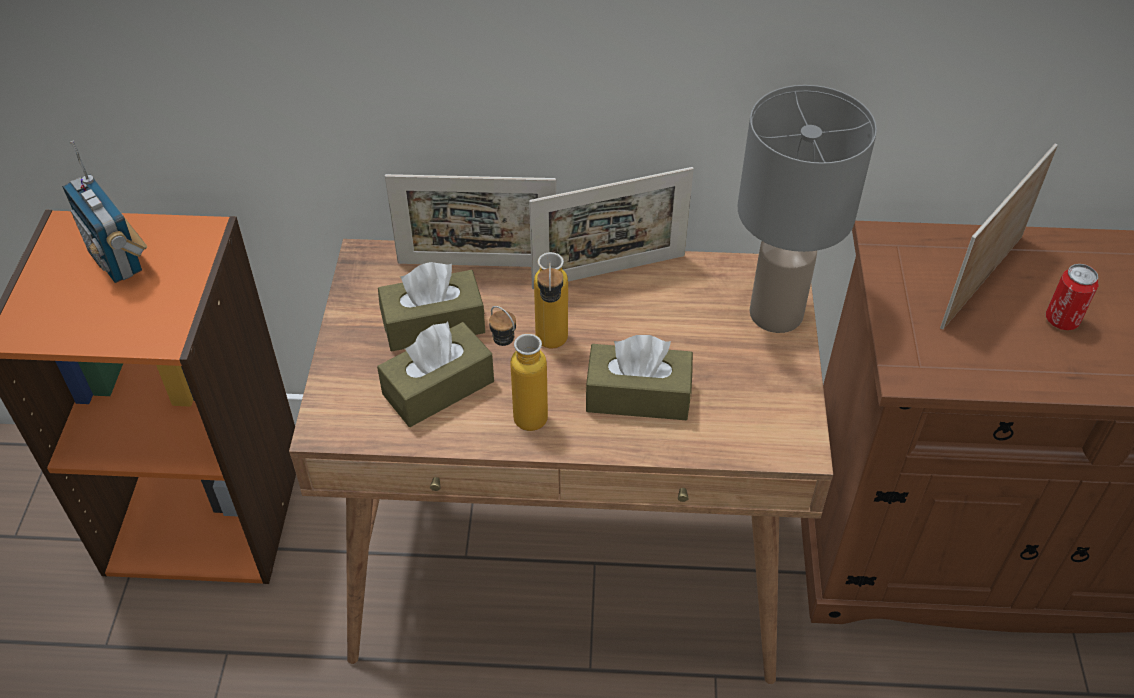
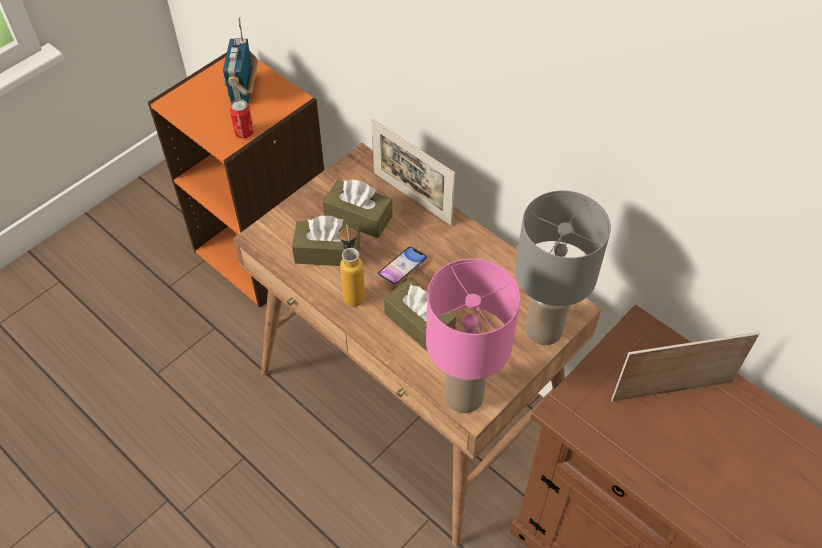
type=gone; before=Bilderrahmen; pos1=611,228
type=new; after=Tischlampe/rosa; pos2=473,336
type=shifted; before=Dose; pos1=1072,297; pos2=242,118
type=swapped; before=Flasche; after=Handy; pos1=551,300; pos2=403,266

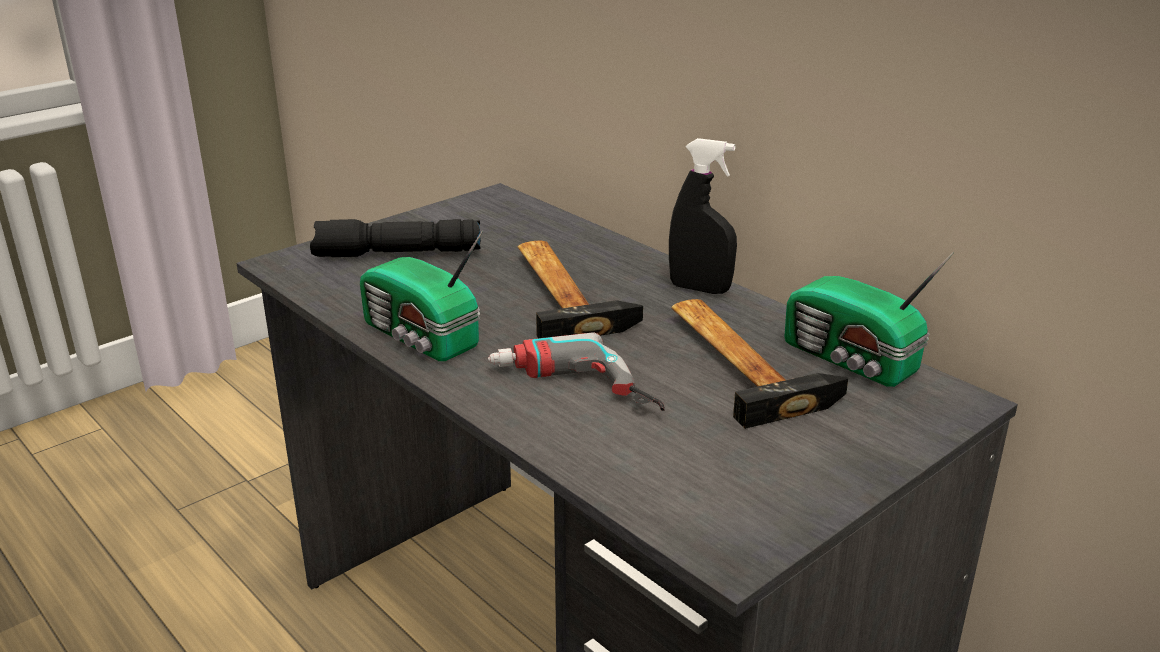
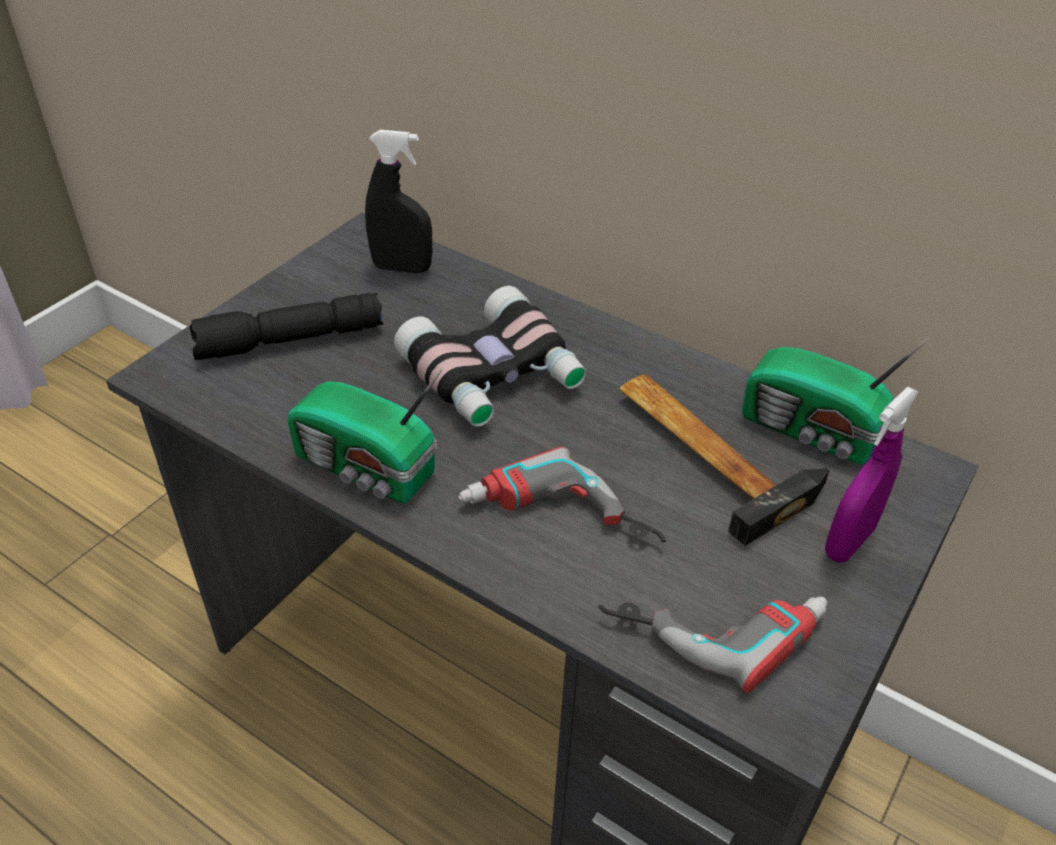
type=new; after=Bohrmaschine; pos2=712,644
type=new; after=Sprühflasche/lila; pos2=872,475
type=shifted; before=Sprühflasche/schwarz; pos1=703,216; pos2=398,201
type=swapped; before=Hammer; after=Fernglas; pos1=580,289; pos2=490,356

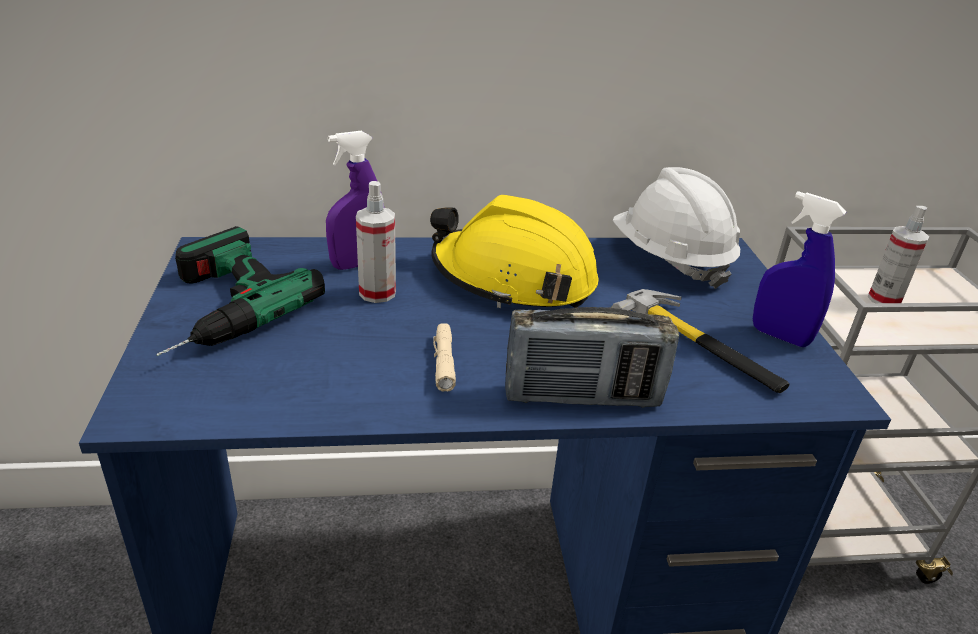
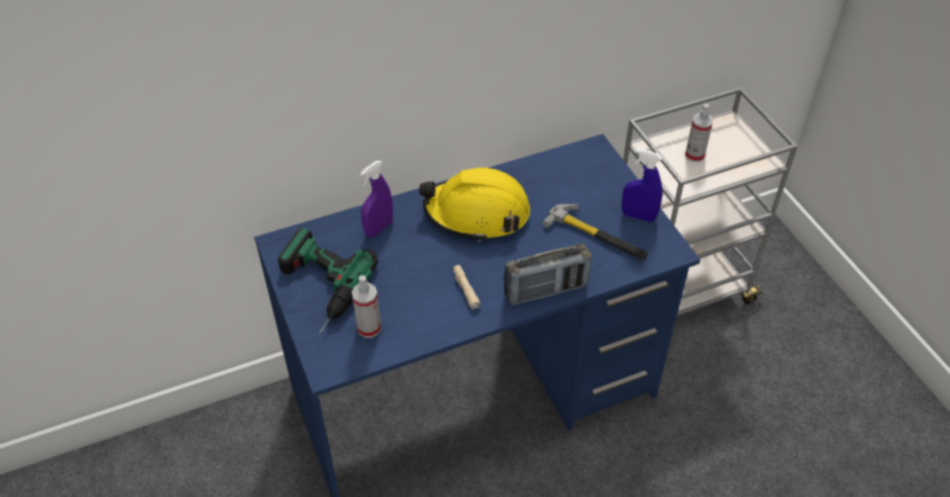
type=gone; before=Schutzhelm/weiß; pos1=676,228
type=shifted; before=Sprühflasche; pos1=376,242; pos2=366,306

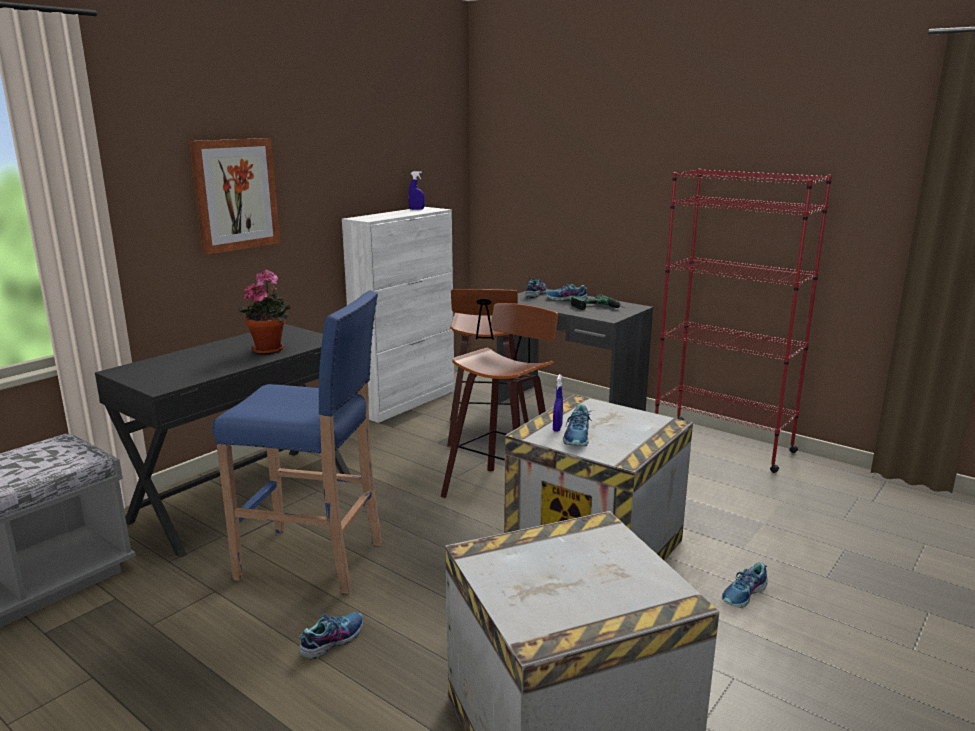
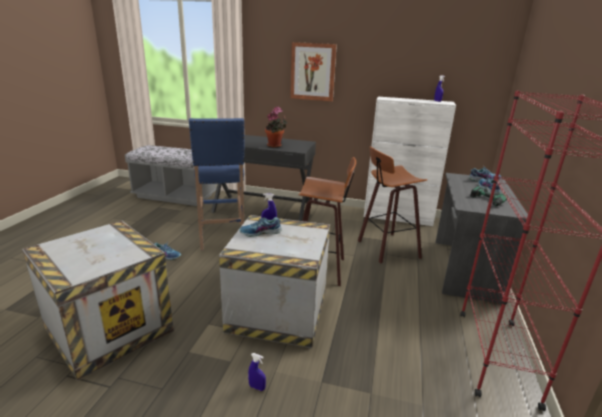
type=swapped; before=Schuh; after=Sprühflasche/blau; pos1=745,585; pos2=257,372

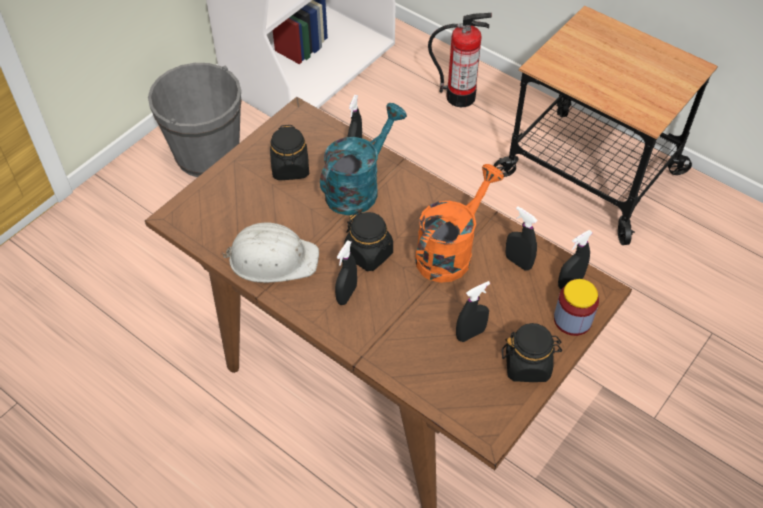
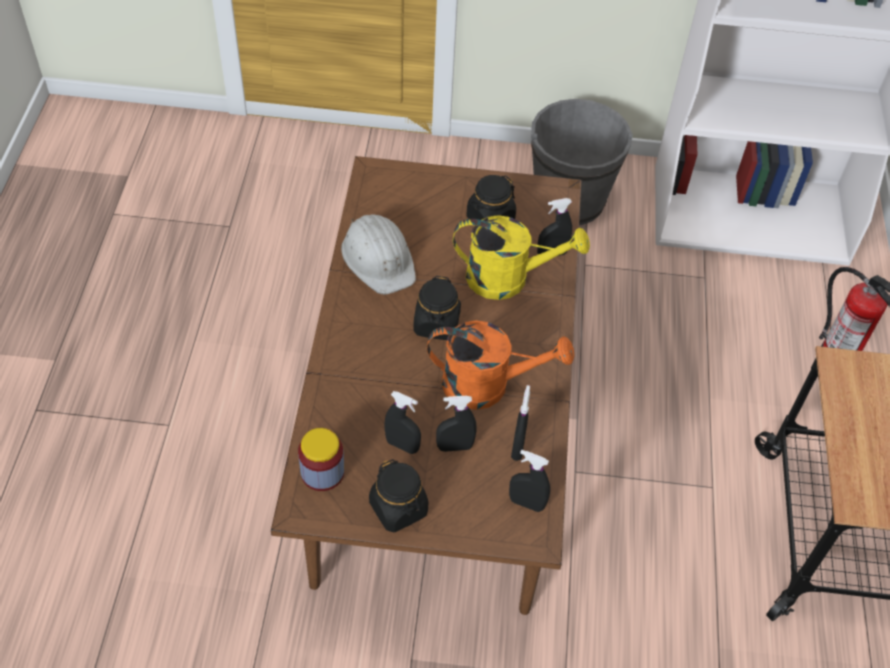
type=shifted; before=Sprühflasche/schwarz; pos1=346,273; pos2=456,424
type=shifted; before=Vorratsglas; pos1=576,307; pos2=321,459
type=repainted; before=Gießkanne/türkis; after=Gießkanne/gelb; pos1=363,159; pos2=521,257

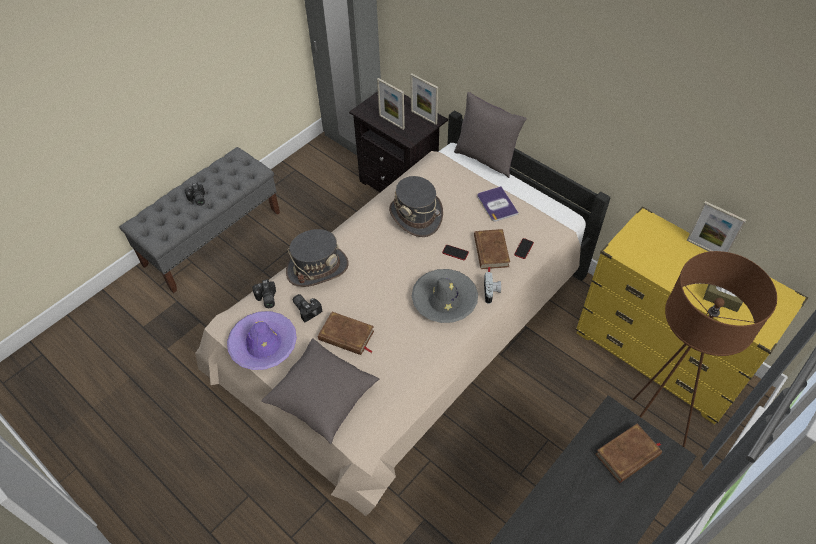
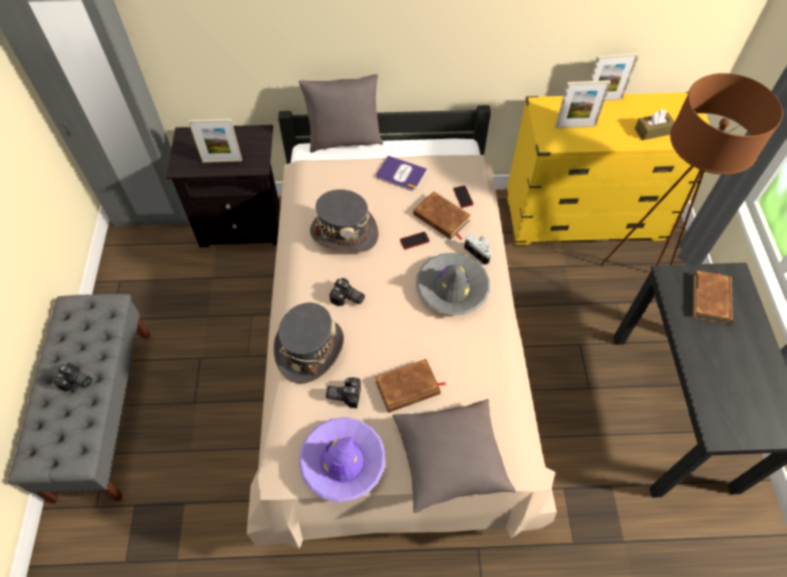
type=shifted; before=Kamera; pos1=264,293; pos2=347,292
type=shifted; before=Bilderrahmen; pos1=424,99; pos2=583,104

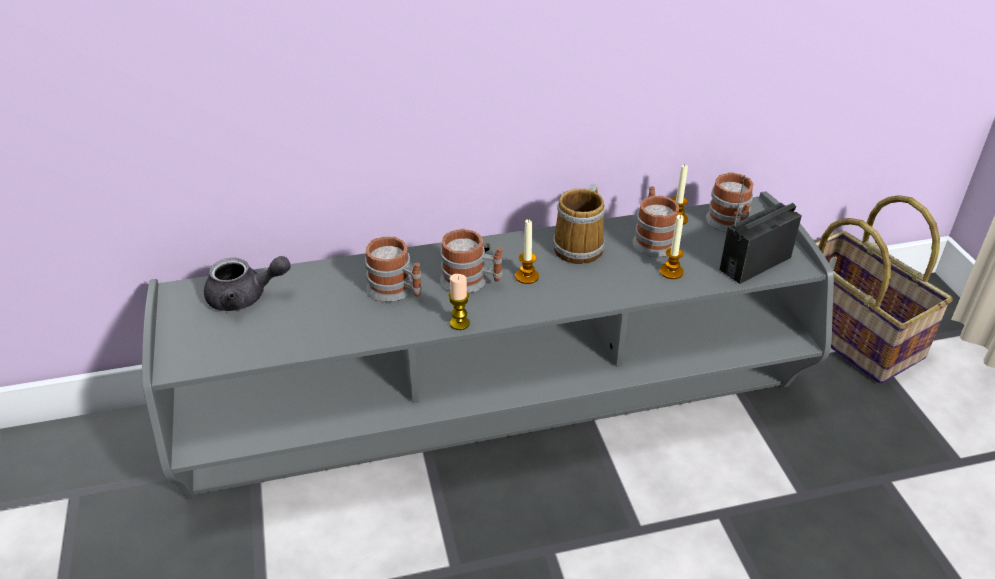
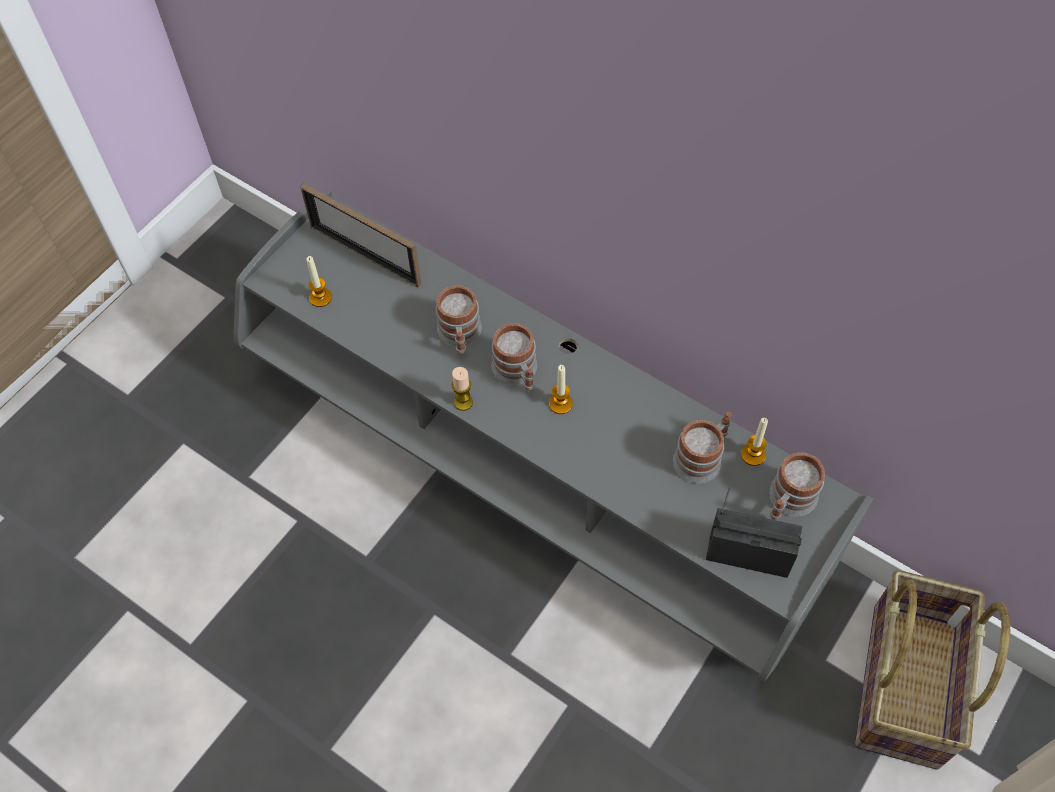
type=gone; before=Henkelbecher; pos1=579,224
type=shifted; before=Kerze; pos1=672,247; pos2=319,281
type=swapped; before=Teekanne/grau; after=Bilderrahmen; pos1=247,283; pos2=360,235

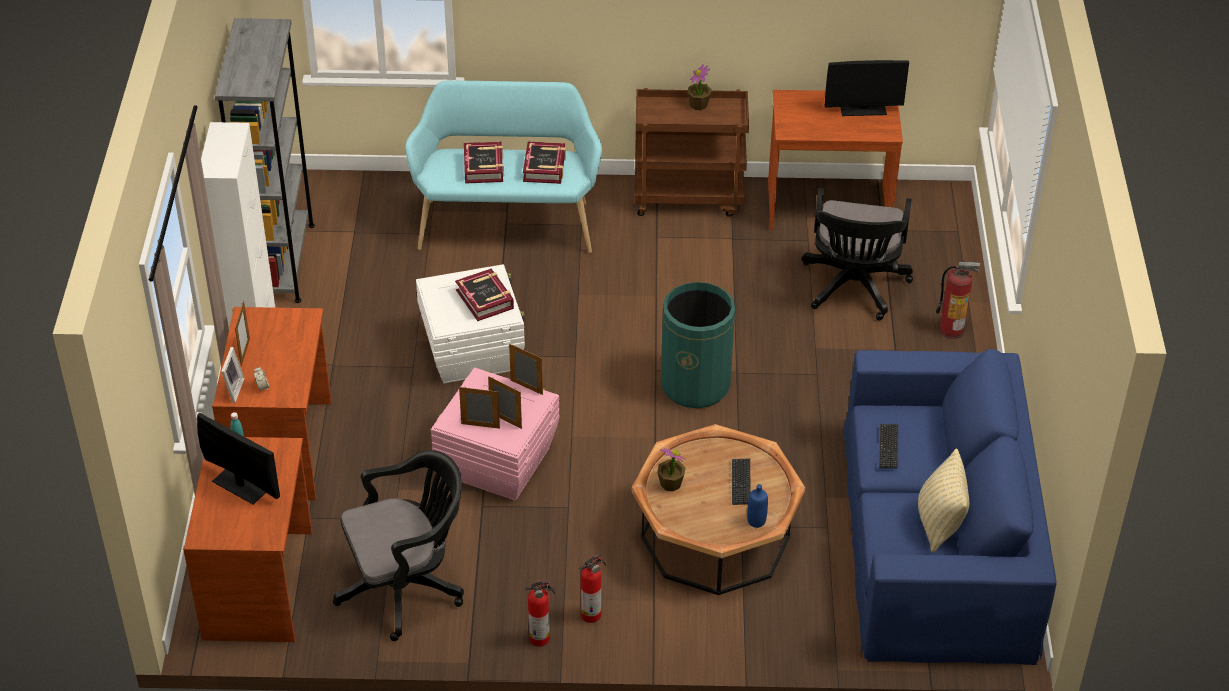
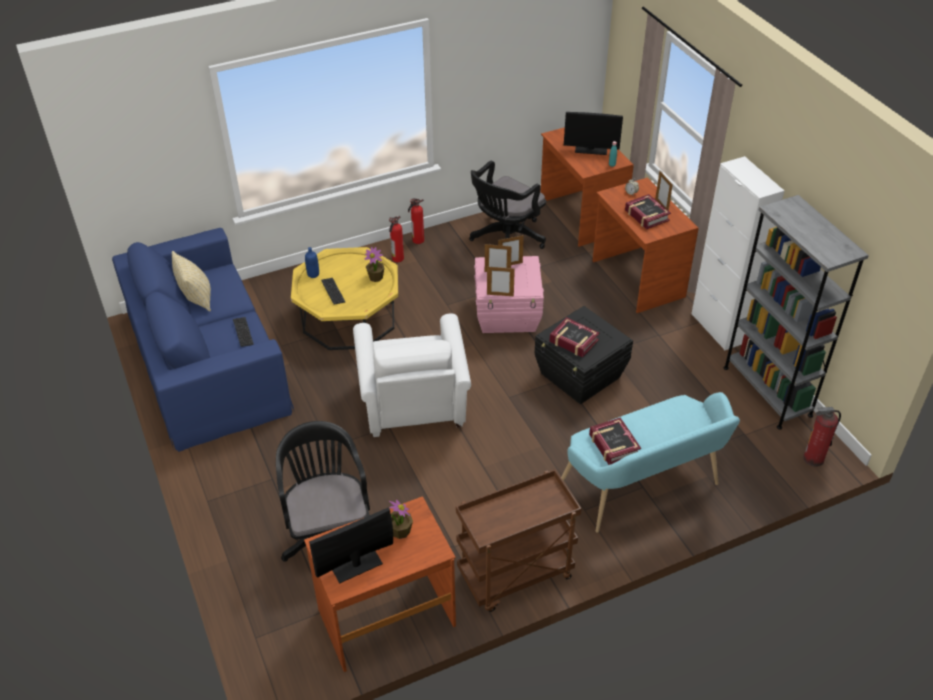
type=gone; before=Bilderrahmen; pos1=232,375
type=shifted; before=Buch; pos1=484,163; pos2=648,211
type=shifted; before=Topfpflanze; pos1=699,87; pos2=401,519
type=shifted; before=Feuerlöscher; pos1=958,300; pos2=822,437
type=swapped; before=Mülleimer/grün; after=Sessel/weiß; pos1=698,345; pos2=412,375
type=repainted; before=Aufbewahrungsbox/weiß; after=Aufbewahrungsbox/schwarz; pos1=470,324; pos2=583,355
type=repainted; before=Couchtisch/braun; after=Couchtisch/gelb; pos1=718,509; pos2=344,298

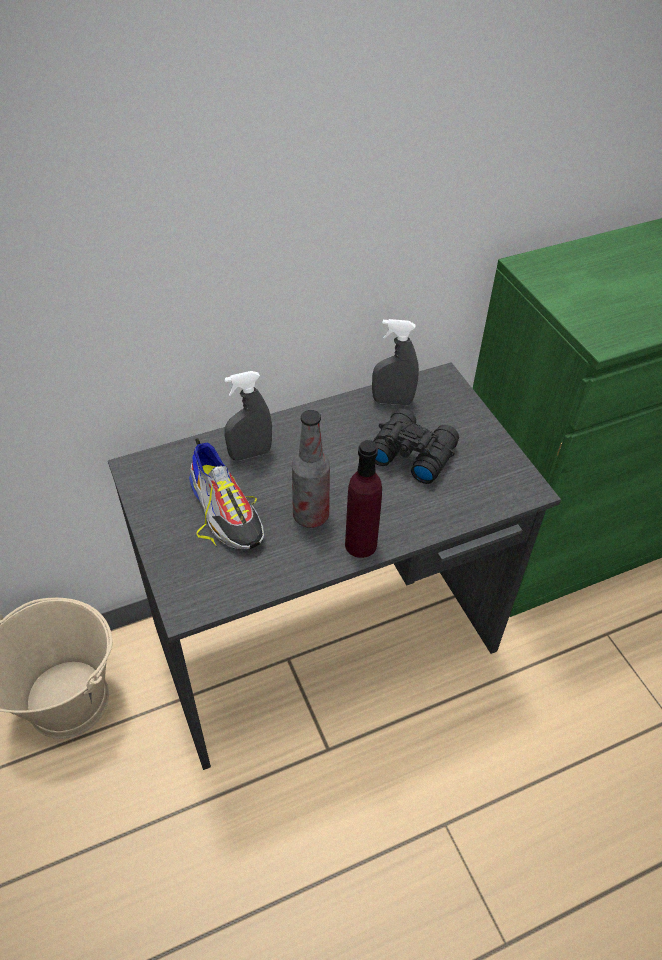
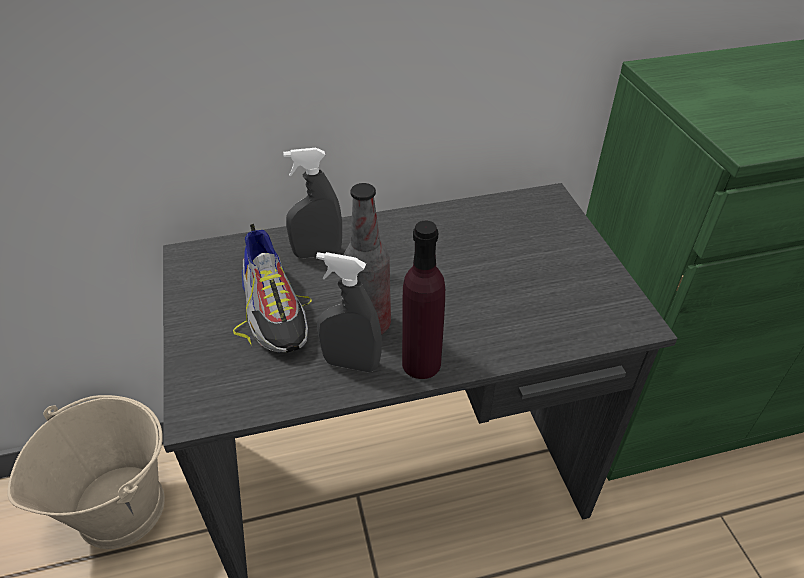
type=gone; before=Fernglas/schwarz; pos1=416,446
type=shifted; before=Sprühflasche/grau; pos1=395,362; pos2=349,312

